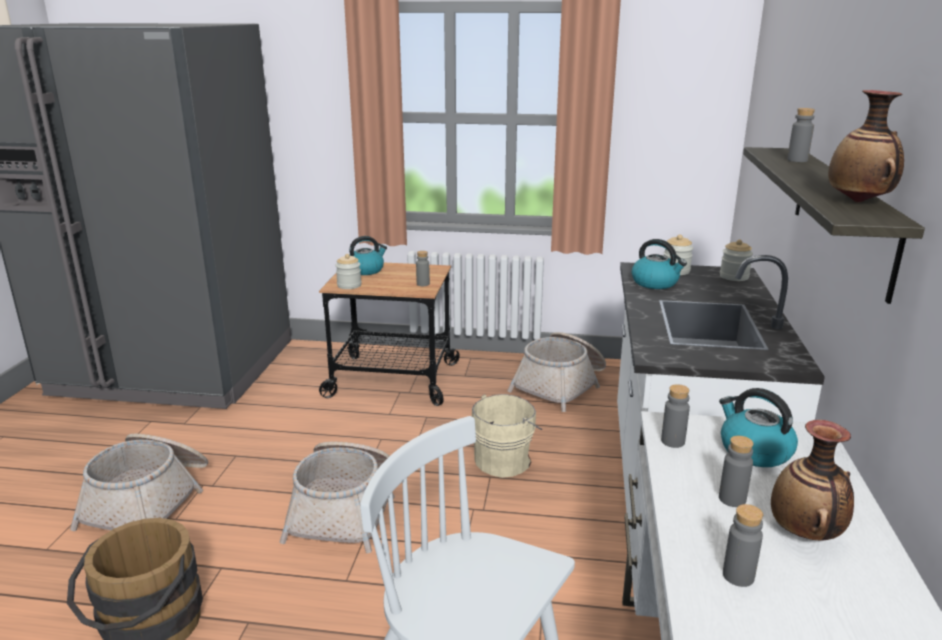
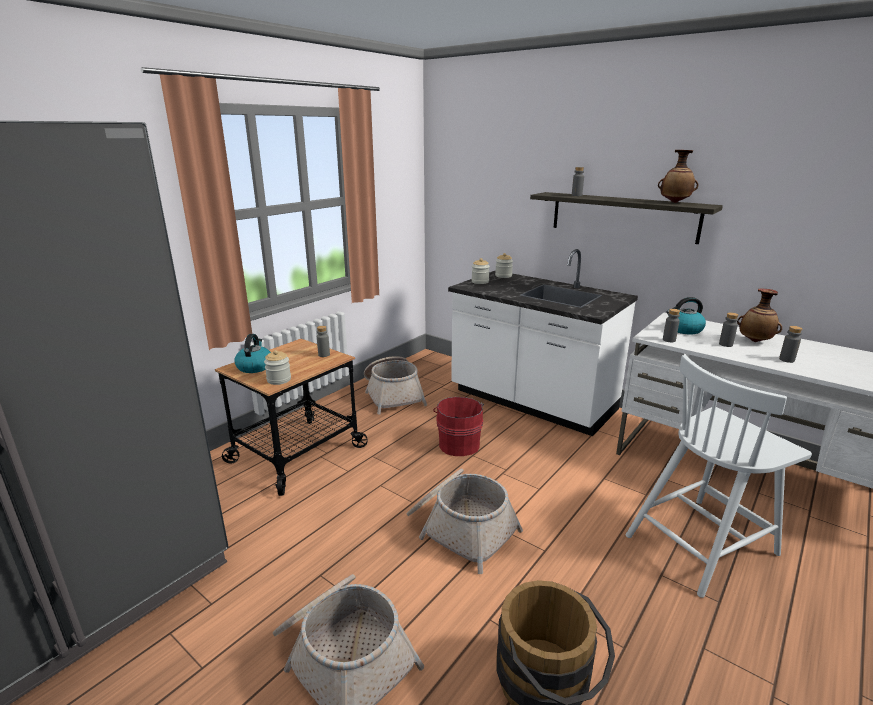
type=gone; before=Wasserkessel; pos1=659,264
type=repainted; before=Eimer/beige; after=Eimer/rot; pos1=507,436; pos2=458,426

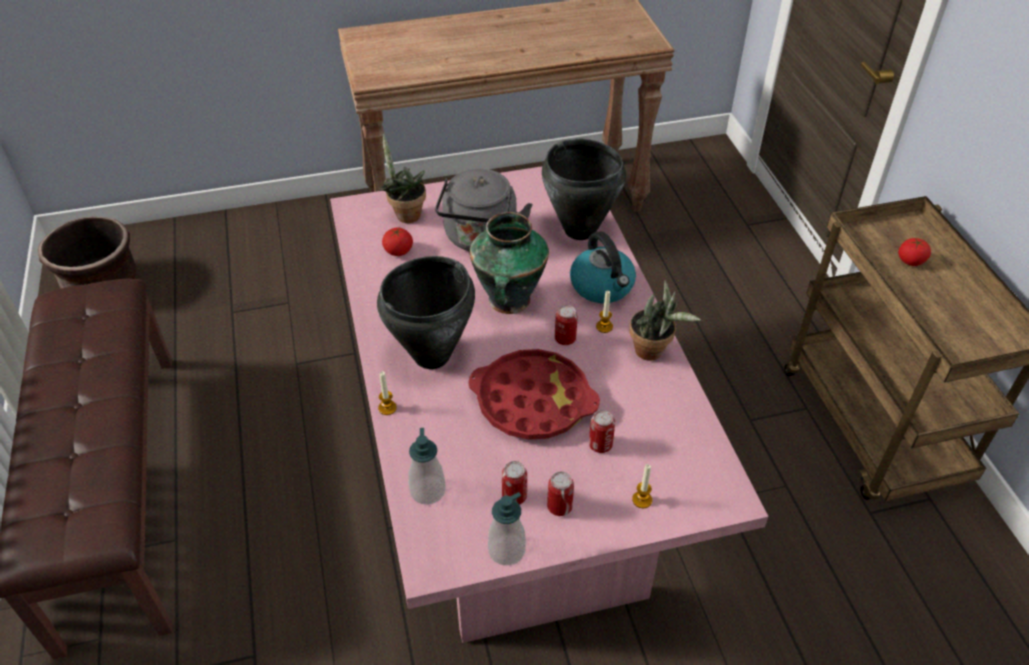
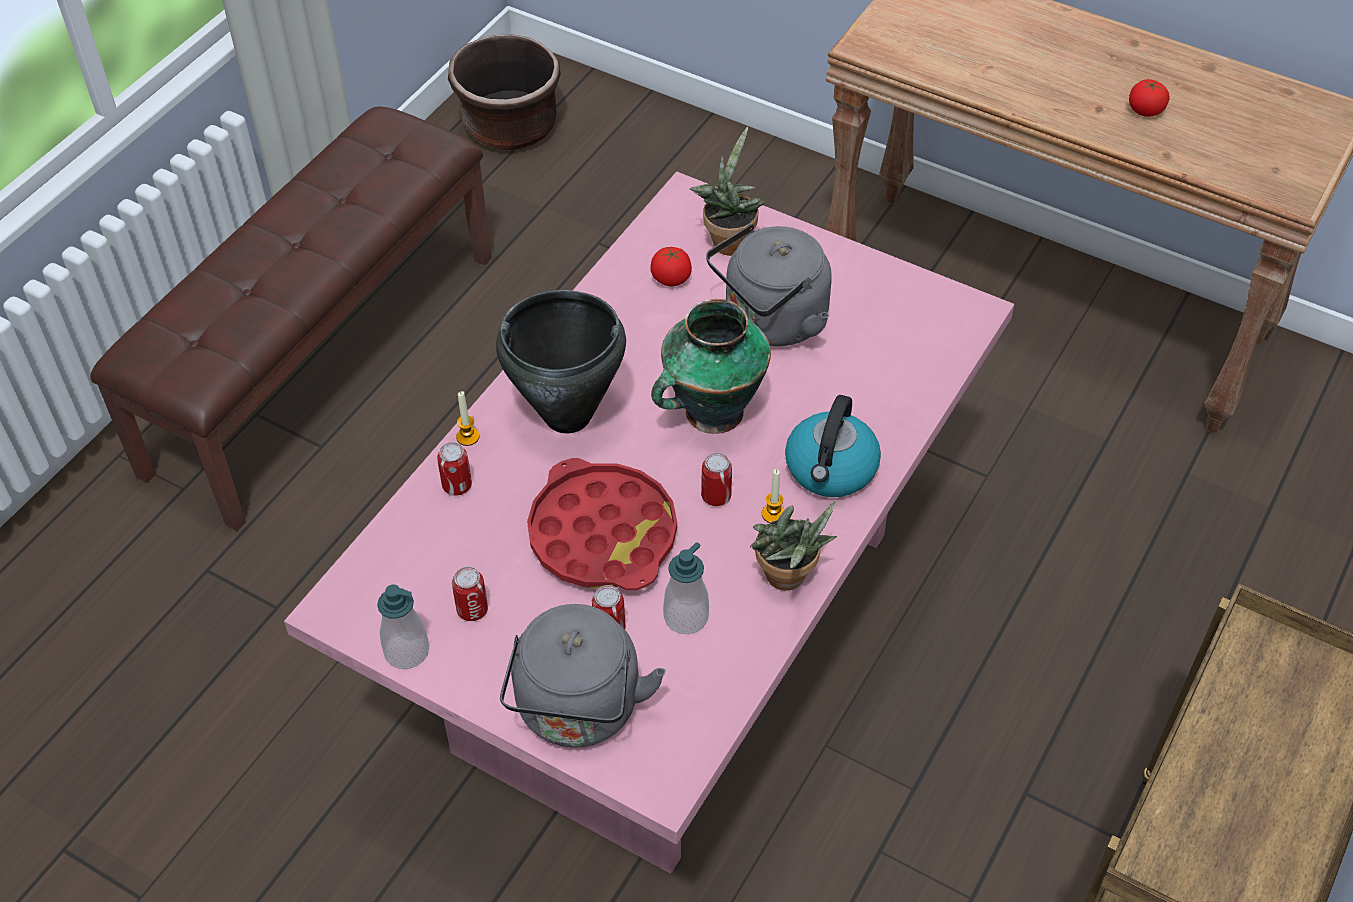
type=gone; before=Kochtopf/schwarz; pos1=584,189
type=shifted; before=Seifenspender; pos1=427,466; pos2=686,588
type=shifted; before=Dose; pos1=560,494; pos2=454,468
type=shifted; before=Tomate; pos1=914,252; pos2=1149,98
type=swapped; before=Kerze; after=Wasserkessel/grau; pos1=642,486; pos2=582,675

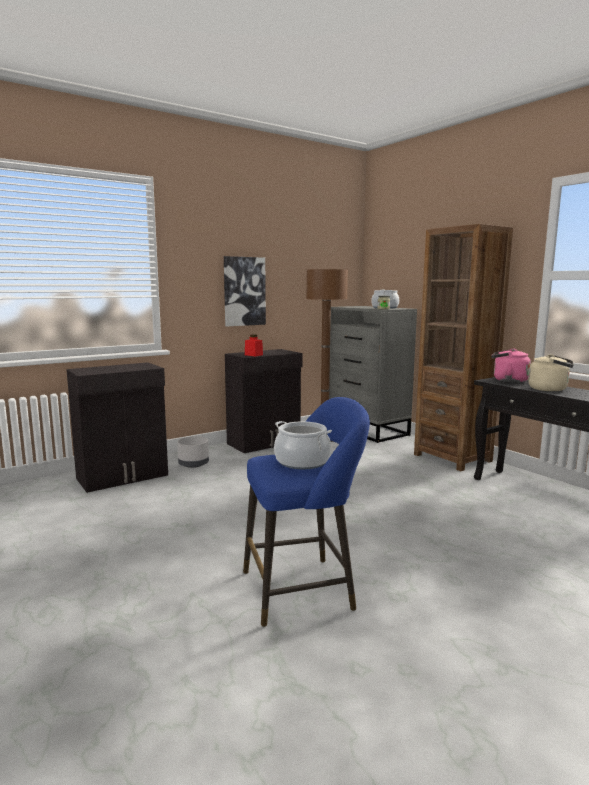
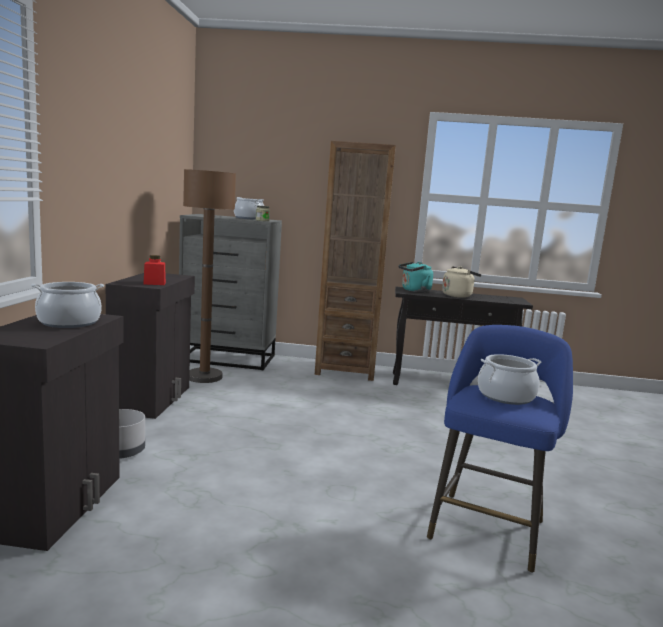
type=gone; before=Bild; pos1=245,291
type=new; after=Kochtopf; pos2=67,305
type=repainted; before=Wasserkessel/rosa; after=Wasserkessel/türkis; pos1=511,365; pos2=415,277

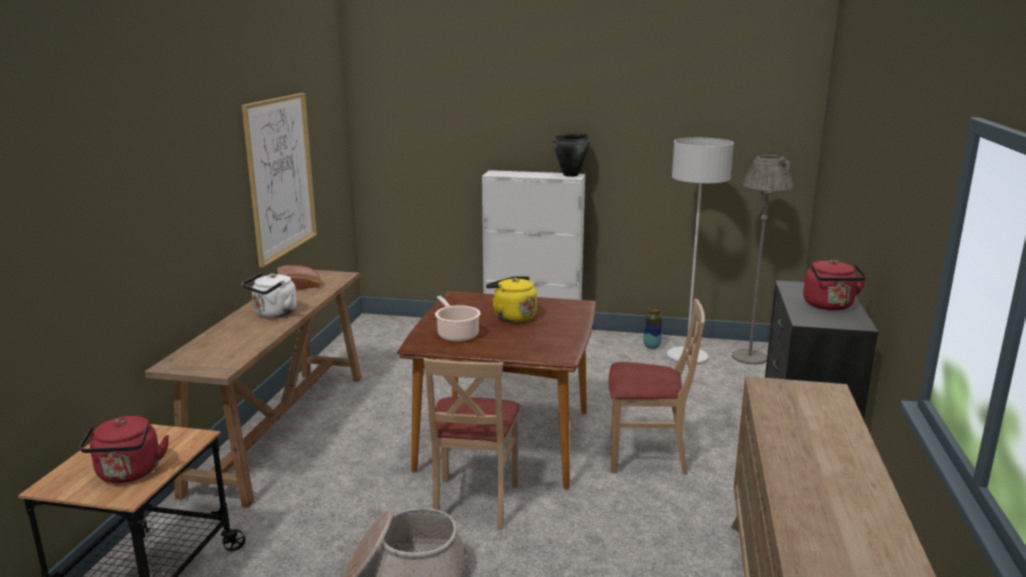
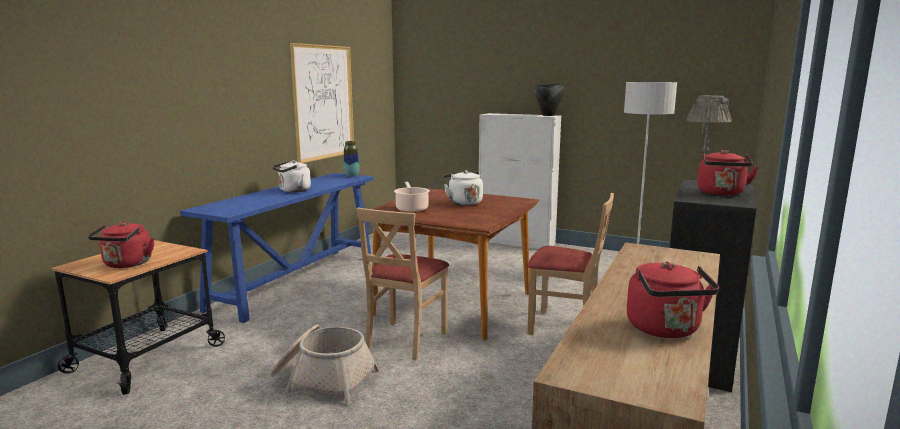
type=gone; before=Brot; pos1=299,277
type=new; after=Wasserkessel/rot; pos2=673,300
type=shifted; before=Vase; pos1=652,328; pos2=351,159
type=repainted; before=Konsolentisch/braun; after=Konsolentisch/blau; pos1=253,389; pos2=277,248
type=repainted; before=Wasserkessel/gelb; after=Wasserkessel/weiß; pos1=511,299; pos2=463,188

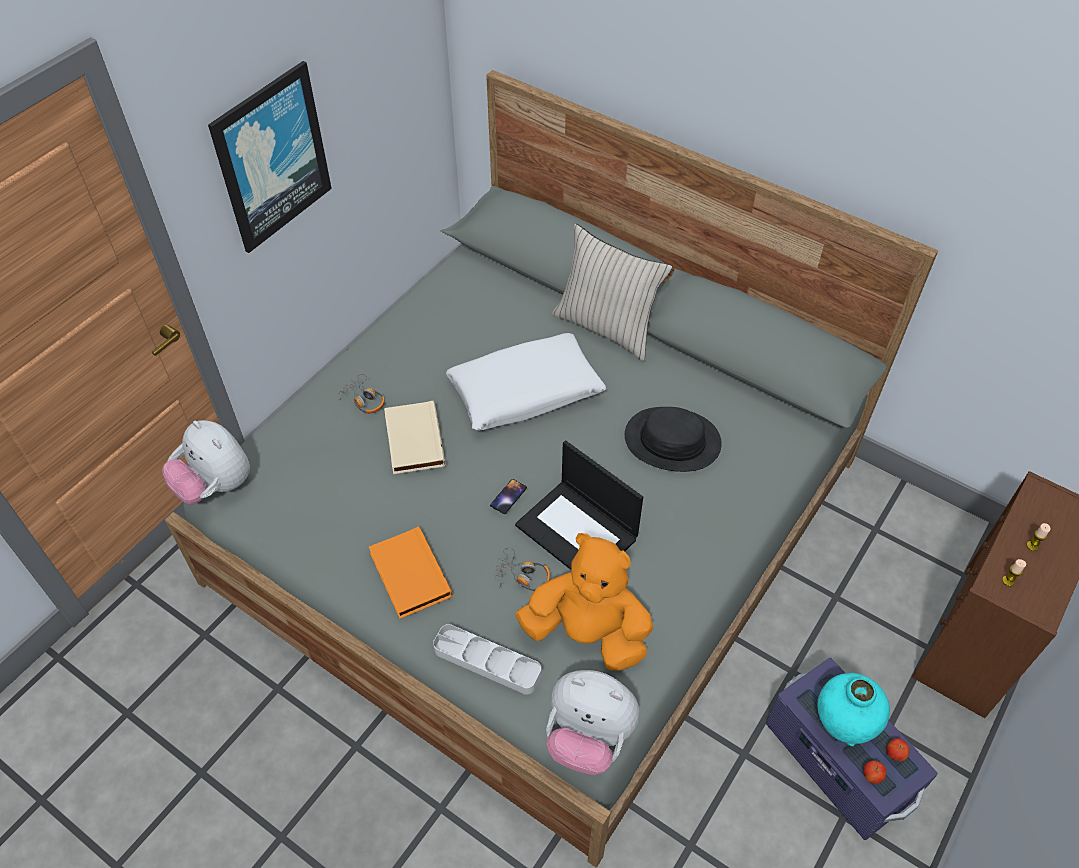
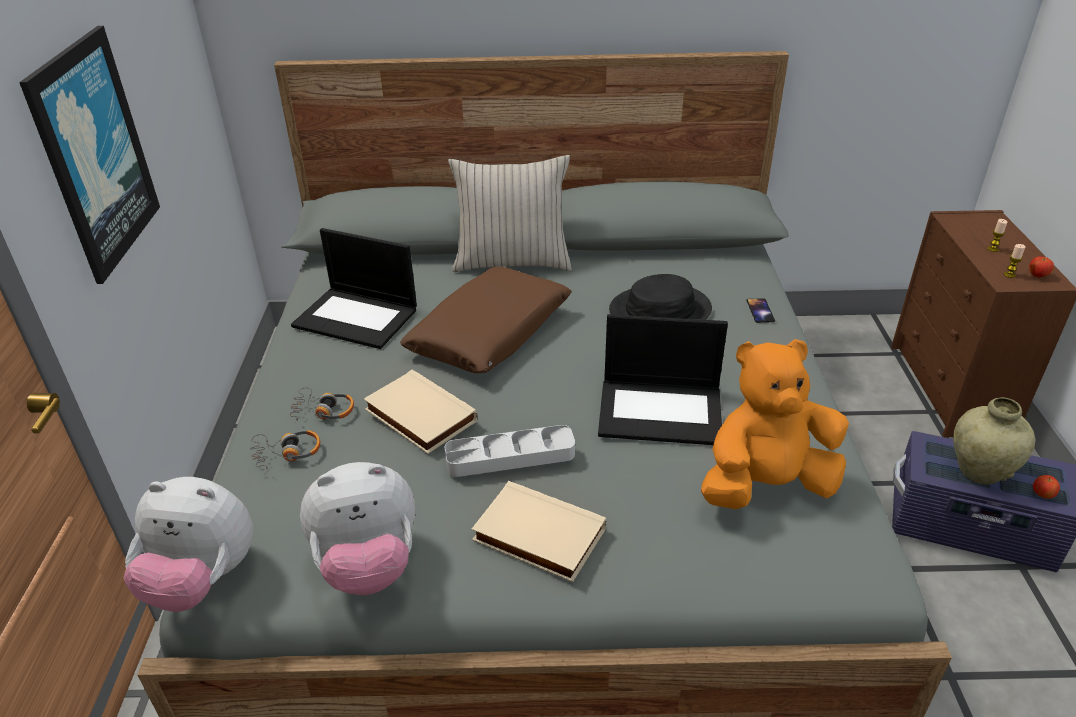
type=new; after=Laptop; pos2=354,288
type=shifted; before=Tablett/grau; pos1=487,659; pos2=510,451
type=shifted; before=Handy; pos1=508,496; pos2=761,310
type=shifted; before=Kopfhörer; pos1=522,569; pos2=285,450
type=shifted; before=Plüschtier; pos1=592,722; pos2=357,528
type=shifted; before=Apfel; pos1=898,749; pos2=1041,267
type=repainted; before=Buch/orange; after=Buch/beige; pos1=411,572; pos2=539,531
type=repainted; before=Kissen/weiß; after=Kissen/braun; pos1=526,382; pos2=486,320
type=repainted; before=Vase/türkis; after=Vase/beige; pos1=853,710; pos2=994,440

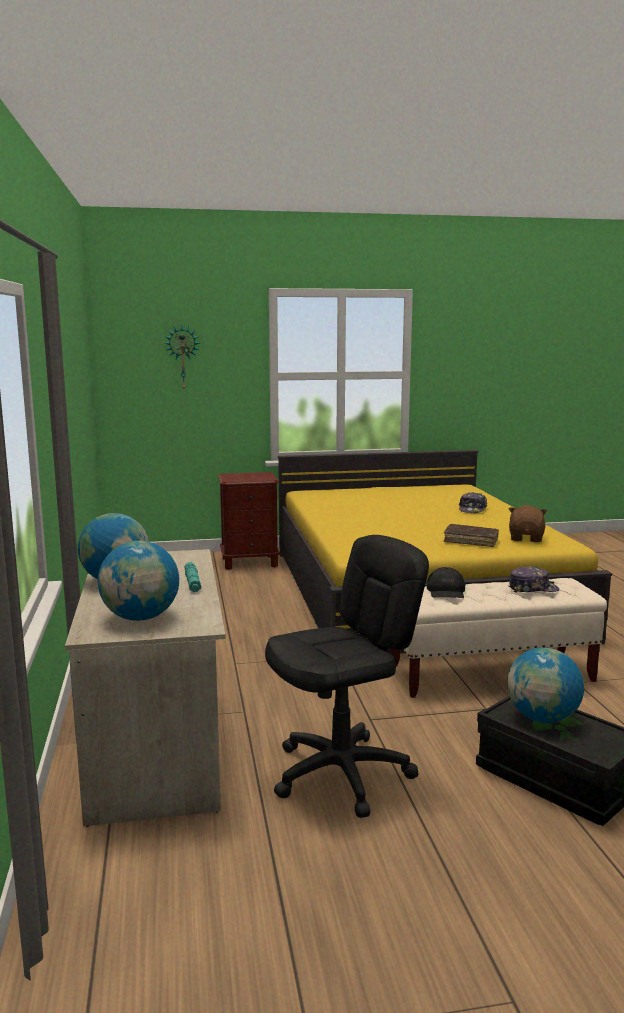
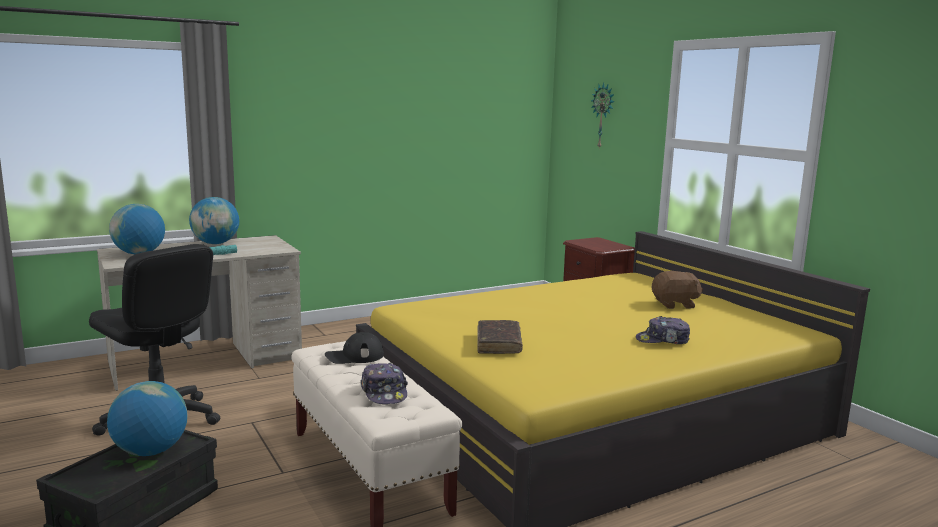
type=shifted; before=Plüschtier/braun; pos1=528,523; pos2=677,290

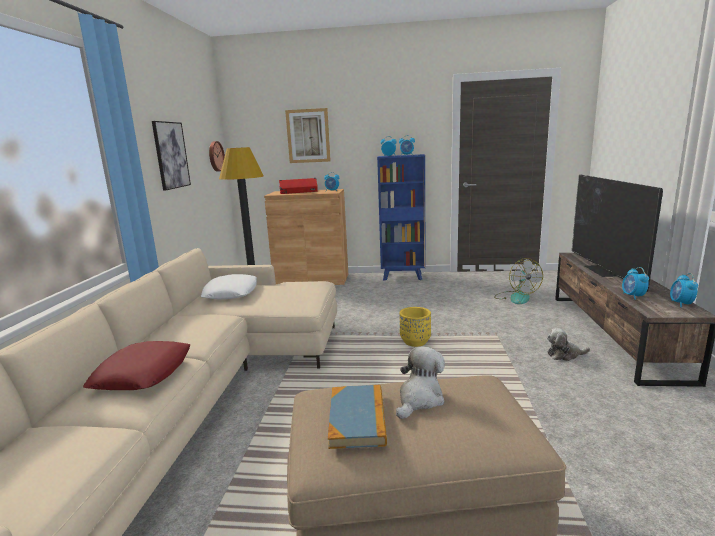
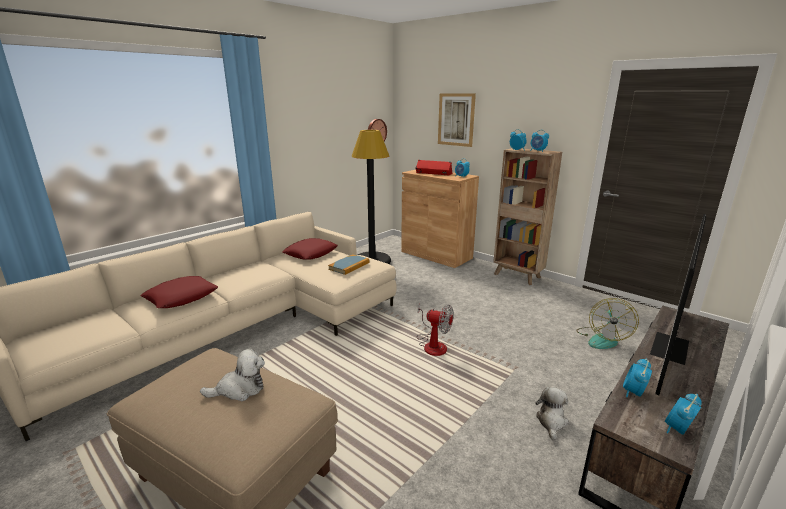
type=gone; before=Bild; pos1=171,156
type=shifted; before=Buch; pos1=357,417; pos2=349,264
type=swapped; before=Pflanzkübel/gelb; after=Ventilator; pos1=415,327; pos2=435,330
type=repainted; before=Kissen/weiß; after=Kissen/rot; pos1=229,286; pos2=310,249
type=repainted; before=Bücherregal/blau; after=Bücherregal/braun; pos1=401,217; pos2=527,216
type=rotated; before=Plüschtier; pos1=568,344; pos2=552,413; turn=75

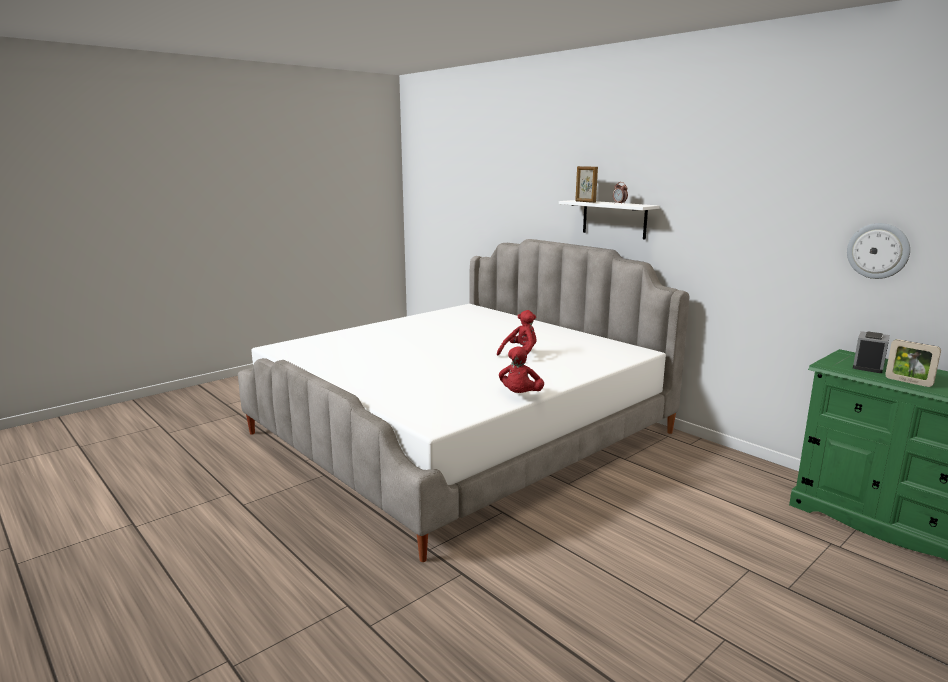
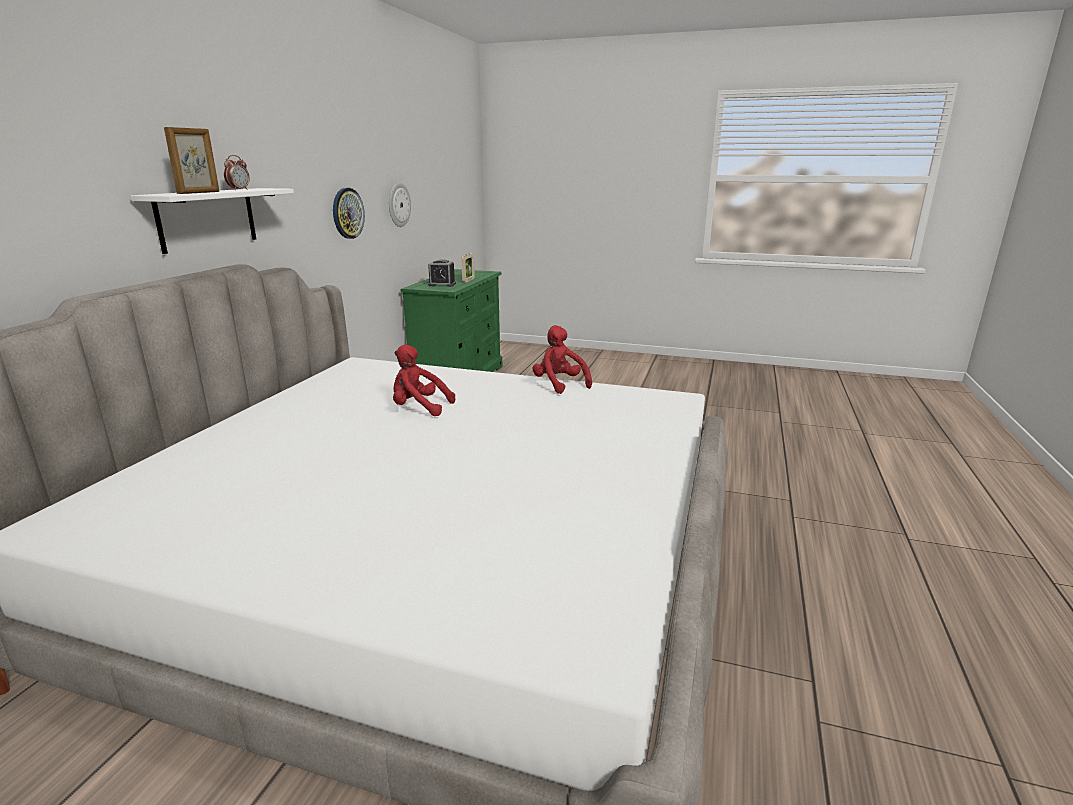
type=new; after=Wanduhr; pos2=349,213
type=rotated; before=Plüschtier/rot; pos1=521,370; pos2=562,359; turn=-105

